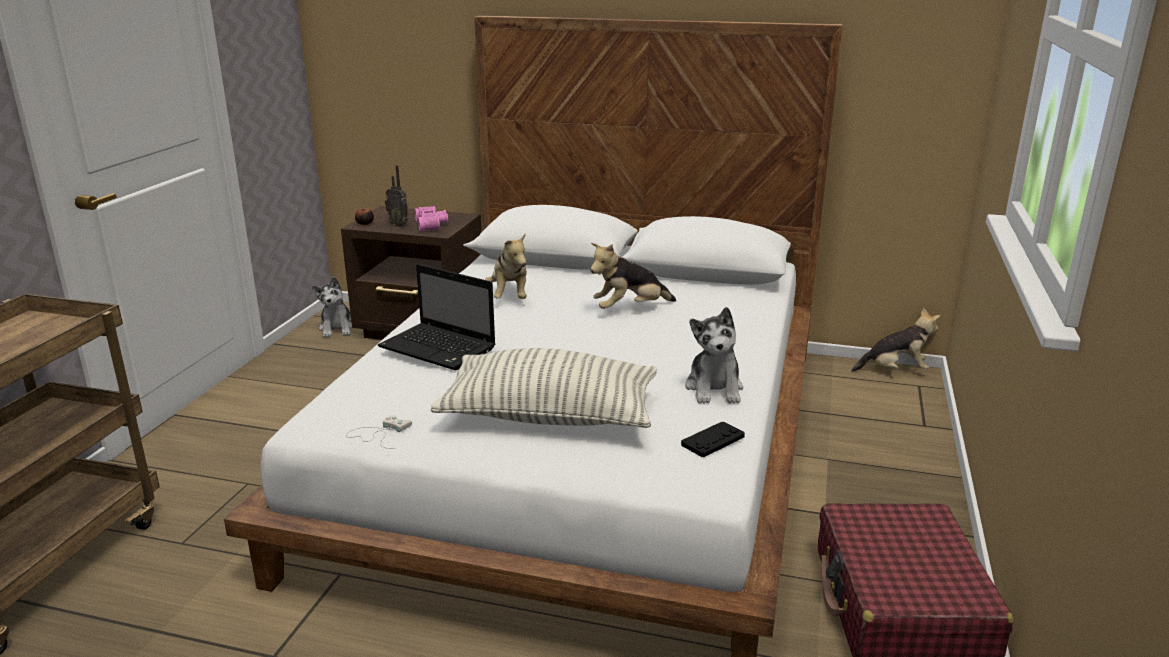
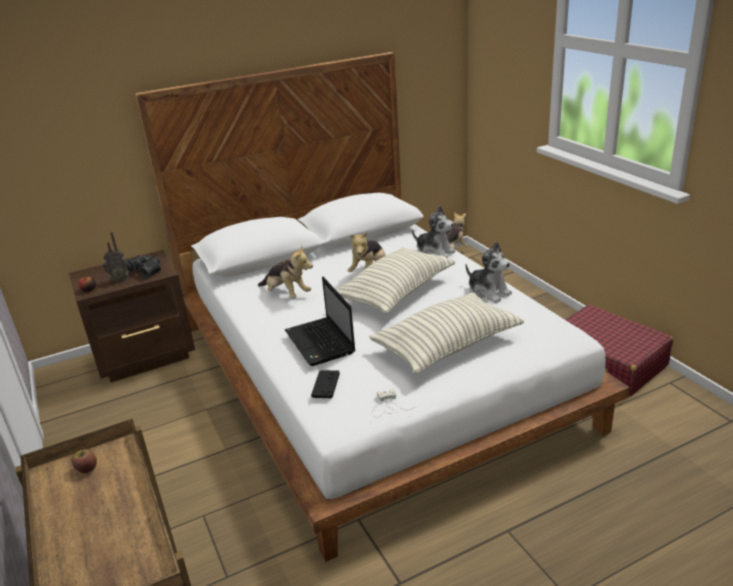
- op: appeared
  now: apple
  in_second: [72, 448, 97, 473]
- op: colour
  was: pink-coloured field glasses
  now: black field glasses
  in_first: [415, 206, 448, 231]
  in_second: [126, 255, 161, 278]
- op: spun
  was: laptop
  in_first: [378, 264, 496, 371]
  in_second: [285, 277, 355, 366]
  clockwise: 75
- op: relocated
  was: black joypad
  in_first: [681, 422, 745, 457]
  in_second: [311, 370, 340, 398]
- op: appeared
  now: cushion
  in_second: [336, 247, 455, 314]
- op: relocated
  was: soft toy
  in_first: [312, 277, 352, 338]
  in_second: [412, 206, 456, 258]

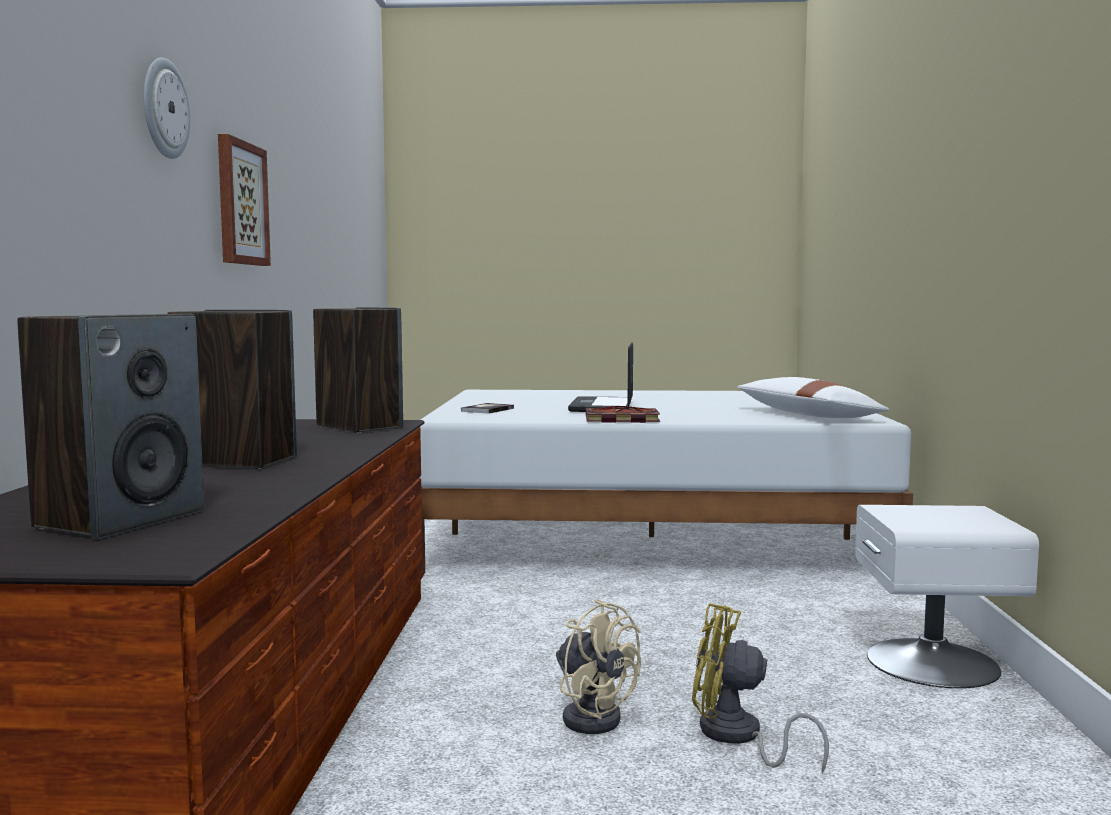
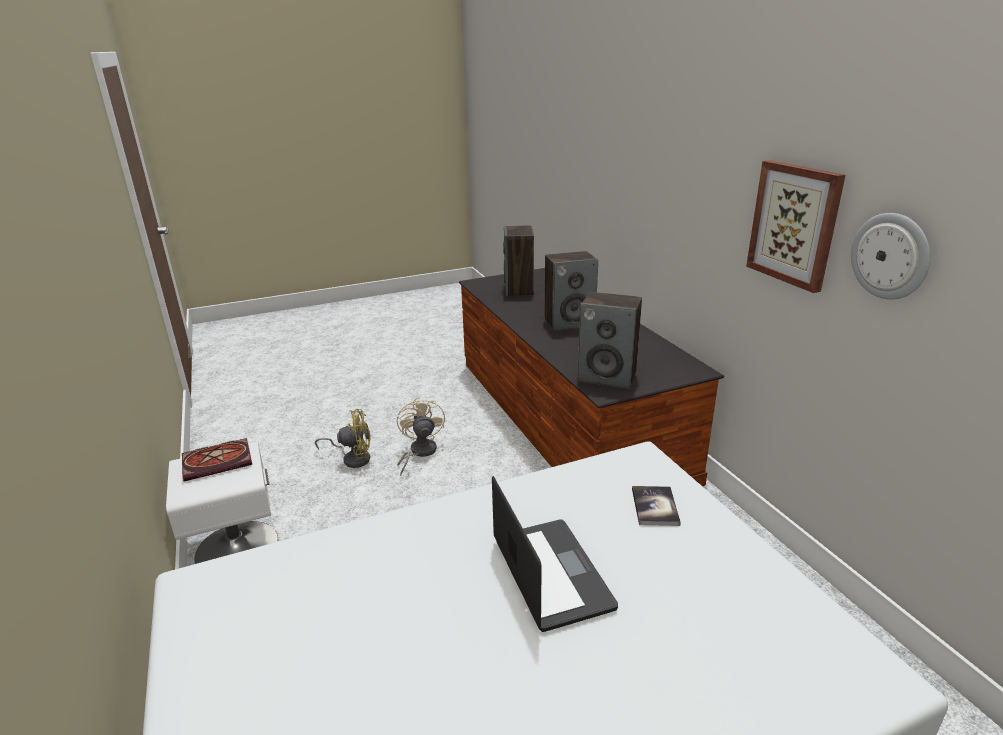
- op: relocated
  was: book
  in_first: [586, 406, 660, 423]
  in_second: [182, 438, 252, 481]
- op: spun
  was: beige-coloured electric fan
  in_first: [556, 599, 641, 734]
  in_second: [397, 397, 445, 476]
  clockwise: 60
- op: relocated
  was: wall clock
  in_first: [144, 57, 190, 159]
  in_second: [851, 213, 930, 300]
- op: missing
  was: white cushion
  in_first: [737, 377, 889, 418]

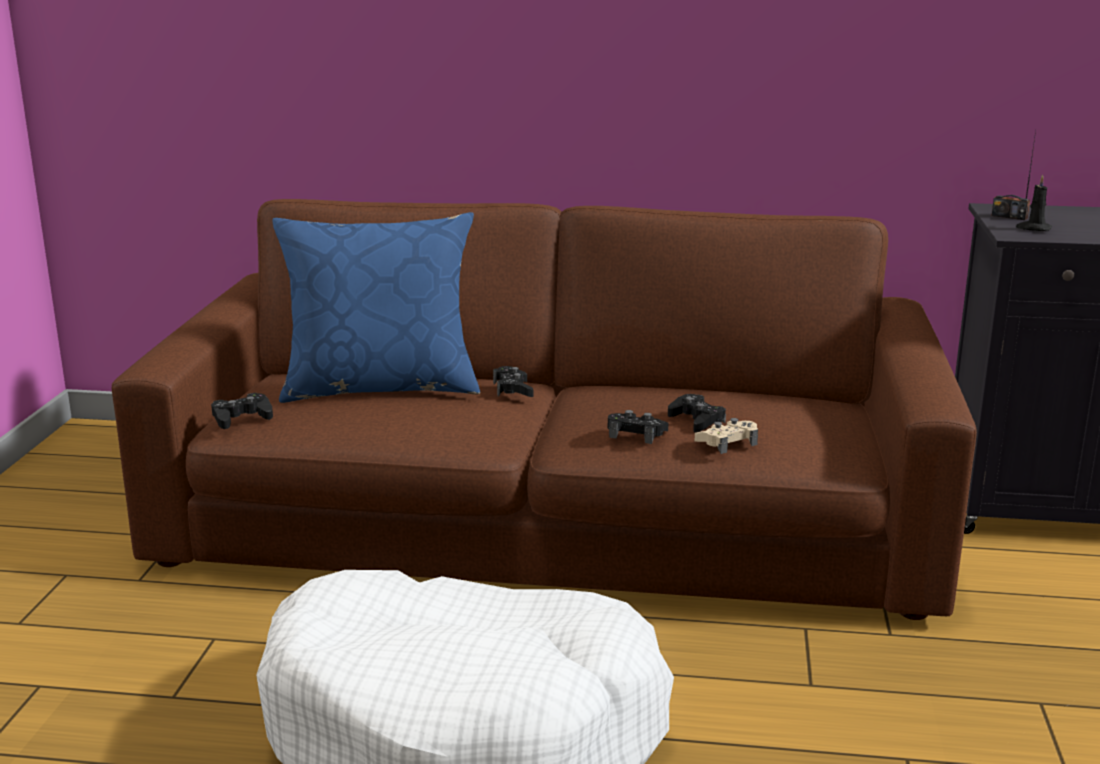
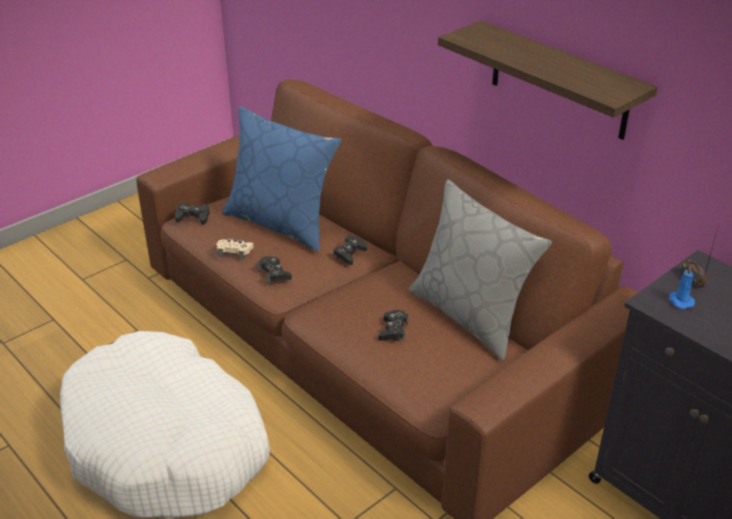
- op: relocated
  was: beige-coloured joypad
  in_first: [695, 418, 758, 454]
  in_second: [217, 238, 254, 259]
- op: relocated
  was: black joypad
  in_first: [607, 410, 668, 444]
  in_second: [258, 256, 292, 284]
- op: appeared
  now: greyish cushion
  in_second: [409, 179, 552, 361]
- op: appeared
  now: shelf
  in_second: [438, 21, 657, 140]
- op: colour
  was: black wax candle
  now: bluish wax candle
  in_first: [1016, 175, 1052, 231]
  in_second: [669, 265, 695, 309]

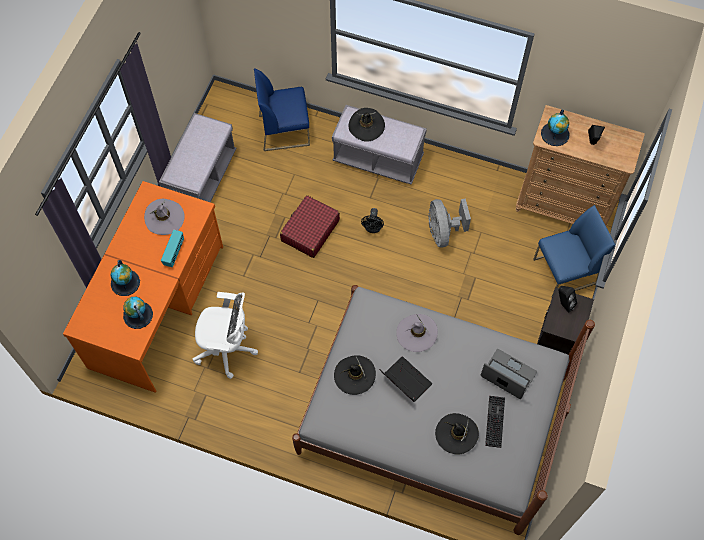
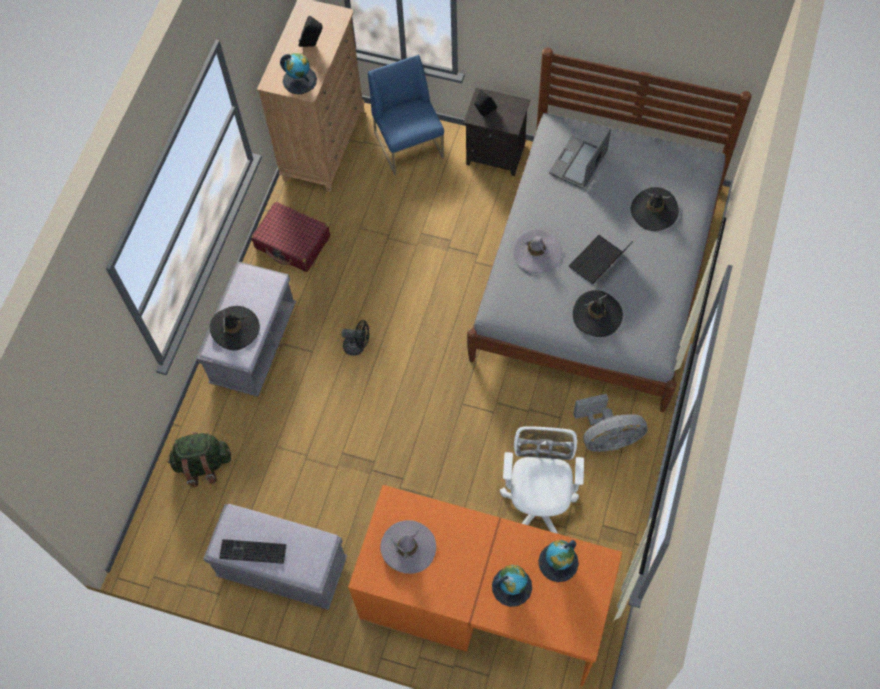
- op: exchanged
  was: bluish chair
  now: green knapsack
  in_first: [254, 68, 310, 151]
  in_second: [168, 432, 231, 487]
- op: relocated
  was: computer keyboard
  in_first: [485, 396, 505, 448]
  in_second: [219, 539, 286, 564]
- op: relocated
  was: red travel case
  in_first: [280, 195, 340, 258]
  in_second: [251, 202, 330, 272]
- op: relocated
  was: greyish electric fan
  in_first: [428, 198, 471, 247]
  in_second: [573, 394, 647, 452]
- op: missing
  was: radio receiver
  in_first: [161, 230, 184, 267]

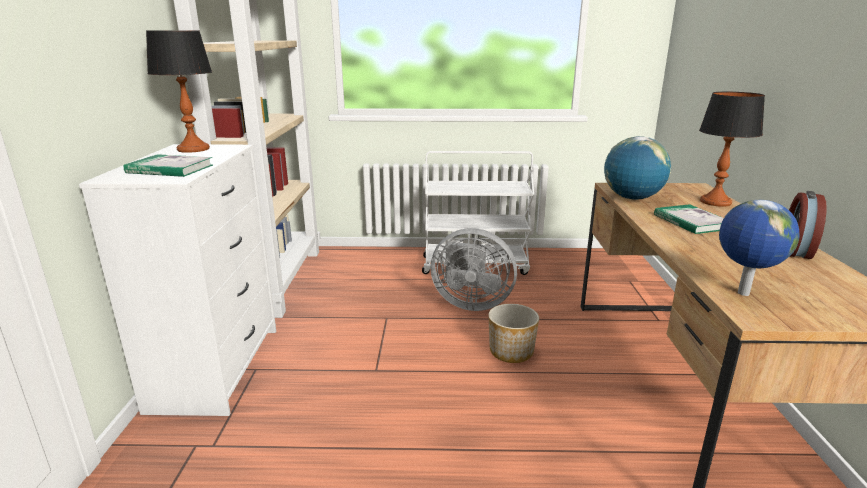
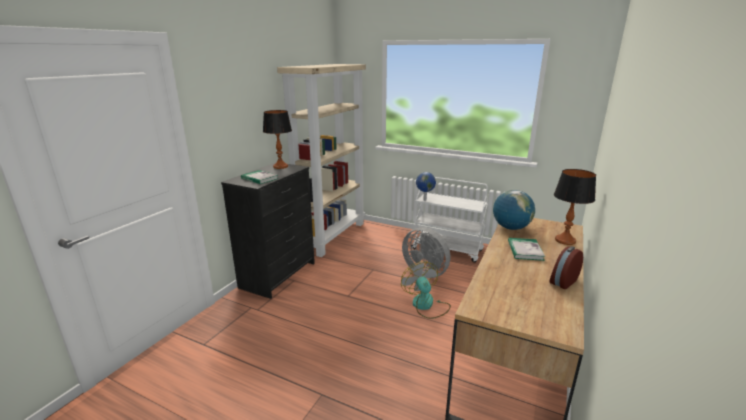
- op: colour
  was: white chest of drawers
  now: black chest of drawers
  in_first: [79, 144, 276, 416]
  in_second: [221, 162, 315, 299]
- op: exchanged
  was: flower pot
  now: electric fan
  in_first: [488, 304, 539, 363]
  in_second: [401, 261, 451, 319]
- op: relocated
  was: desk globe
  in_first: [719, 200, 799, 296]
  in_second: [416, 172, 436, 201]

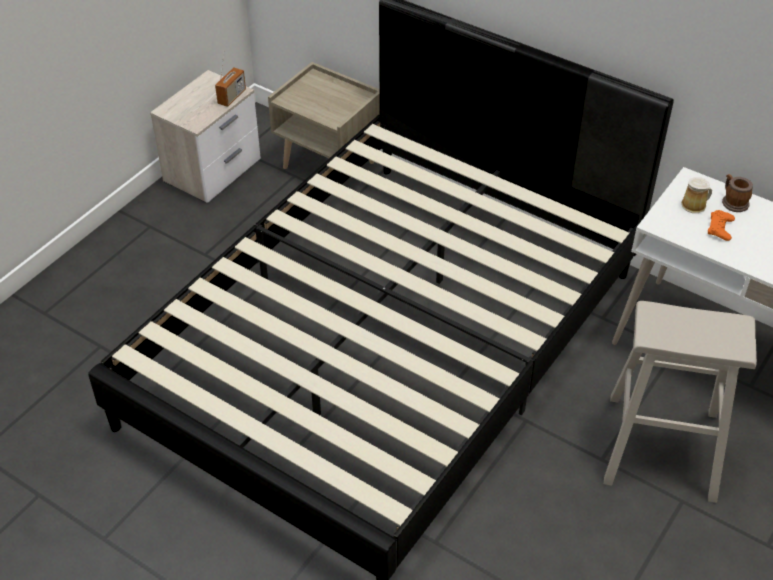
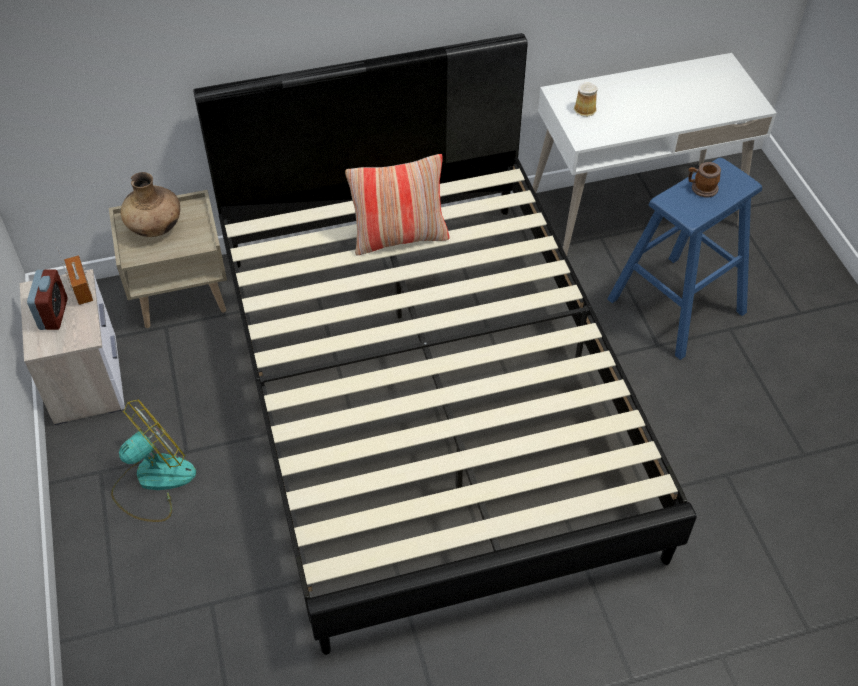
- op: appeared
  now: table clock
  in_second: [27, 270, 68, 330]
- op: appeared
  now: electric fan
  in_second: [111, 400, 196, 522]
- op: appeared
  now: brown vase
  in_second: [120, 172, 180, 237]
- op: appeared
  now: cushion
  in_second: [345, 154, 450, 255]
- op: colour
  was: beige-coloured stool seat
  now: bluish stool seat
  in_first: [604, 301, 757, 503]
  in_second: [608, 158, 762, 360]
- op: relocated
  was: coffee mug
  in_first: [722, 174, 753, 212]
  in_second: [688, 162, 721, 197]
- op: missing
  was: orangey joypad
  in_first: [708, 210, 735, 241]

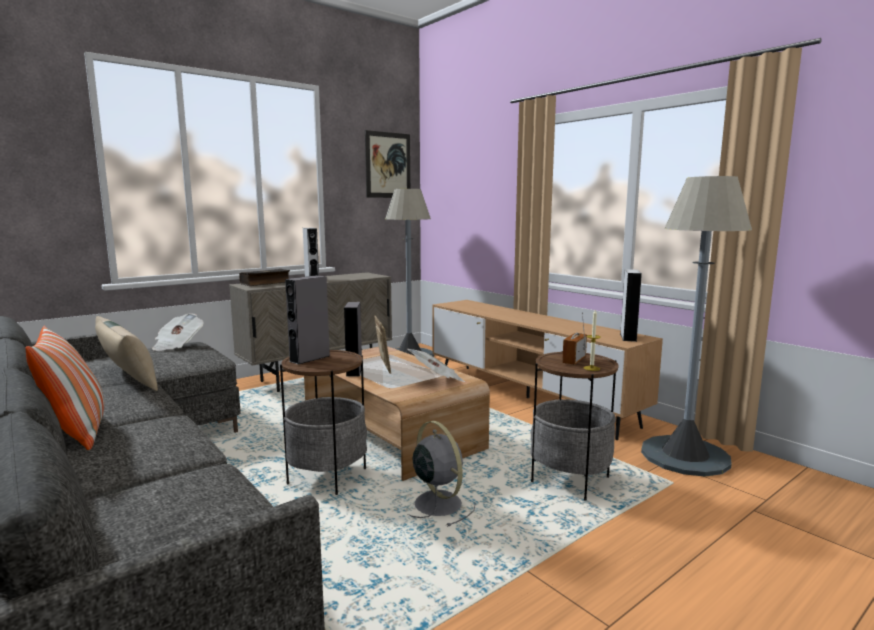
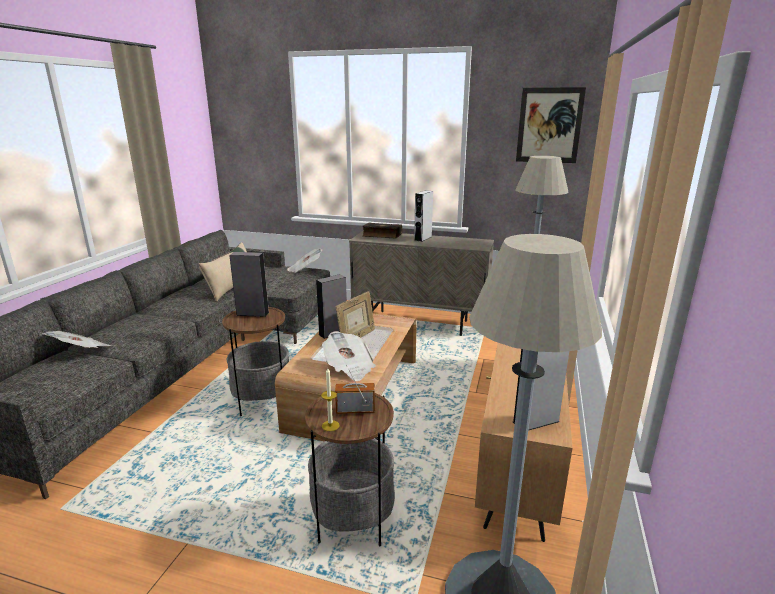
- op: appeared
  now: newspaper
  in_second: [42, 331, 111, 348]
- op: missing
  was: cushion
  in_first: [25, 325, 104, 450]
- op: missing
  was: greyish electric fan
  in_first: [407, 421, 476, 527]

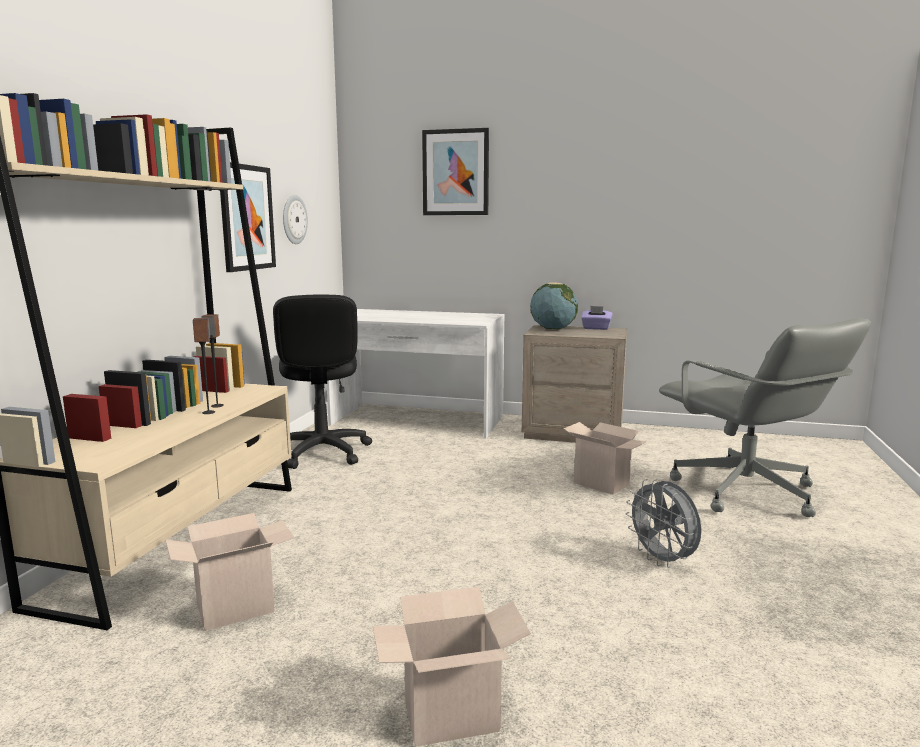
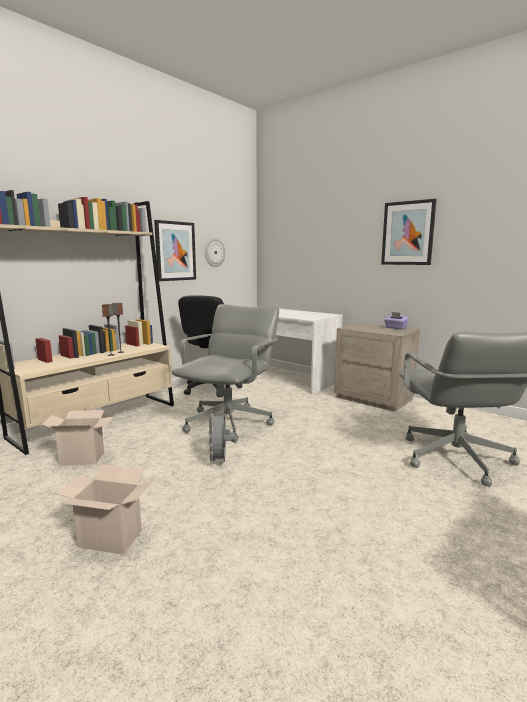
- op: appeared
  now: greyish desk chair
  in_second: [171, 304, 279, 442]
- op: relocated
  was: greyish electric fan
  in_first: [626, 479, 702, 568]
  in_second: [208, 410, 235, 465]
- op: relocated
  was: wall art
  in_first: [422, 128, 489, 215]
  in_second: [381, 199, 437, 265]
- op: missing
  was: desk globe
  in_first: [530, 282, 578, 330]
- op: missing
  was: cardboard box
  in_first: [563, 422, 647, 495]

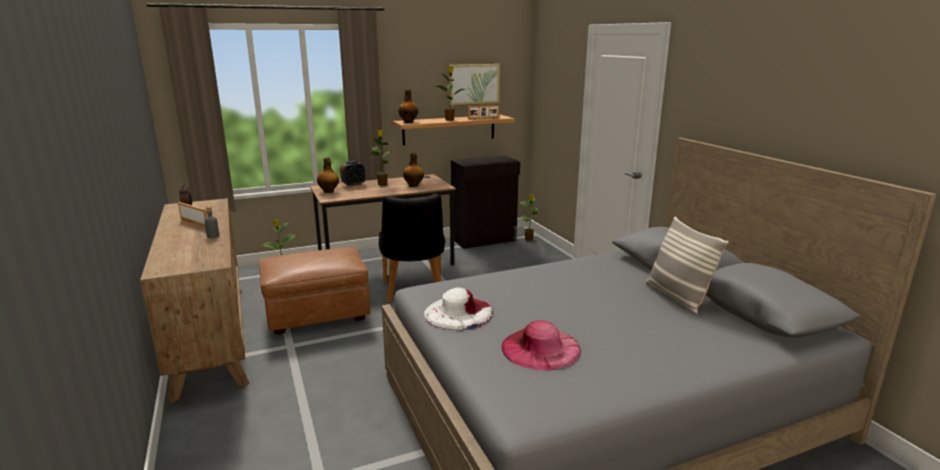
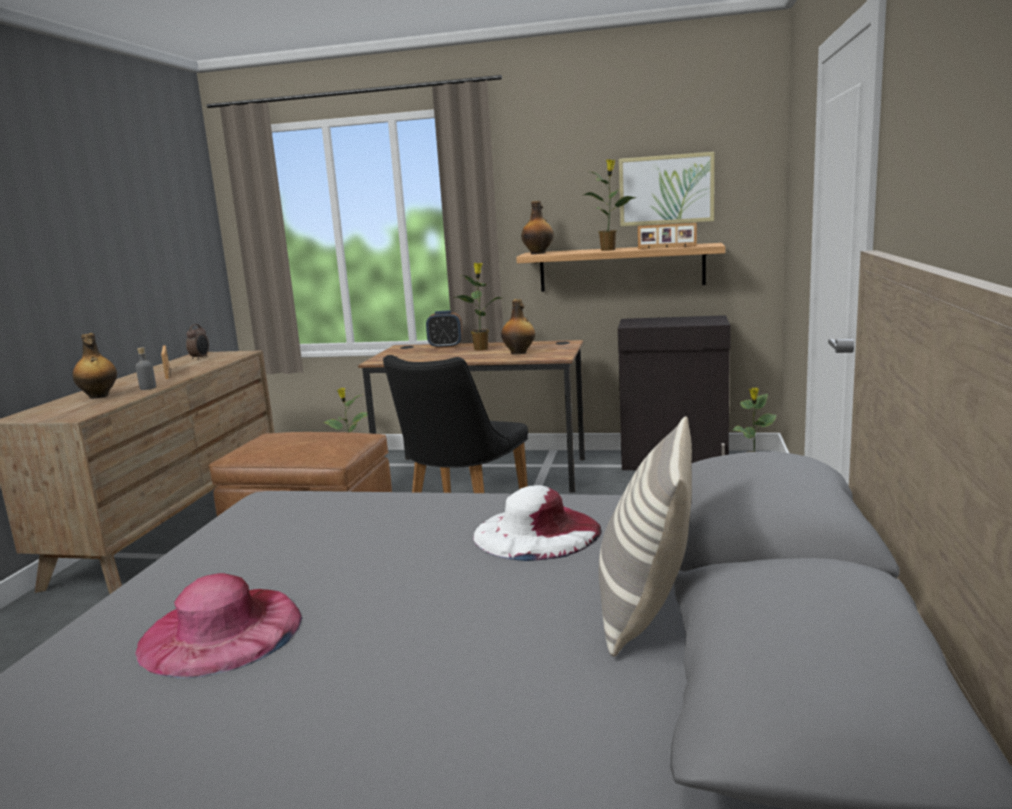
- op: relocated
  was: bottle
  in_first: [317, 157, 339, 193]
  in_second: [73, 333, 117, 399]
- op: relocated
  was: white hat
  in_first: [424, 287, 493, 330]
  in_second: [473, 485, 602, 561]

